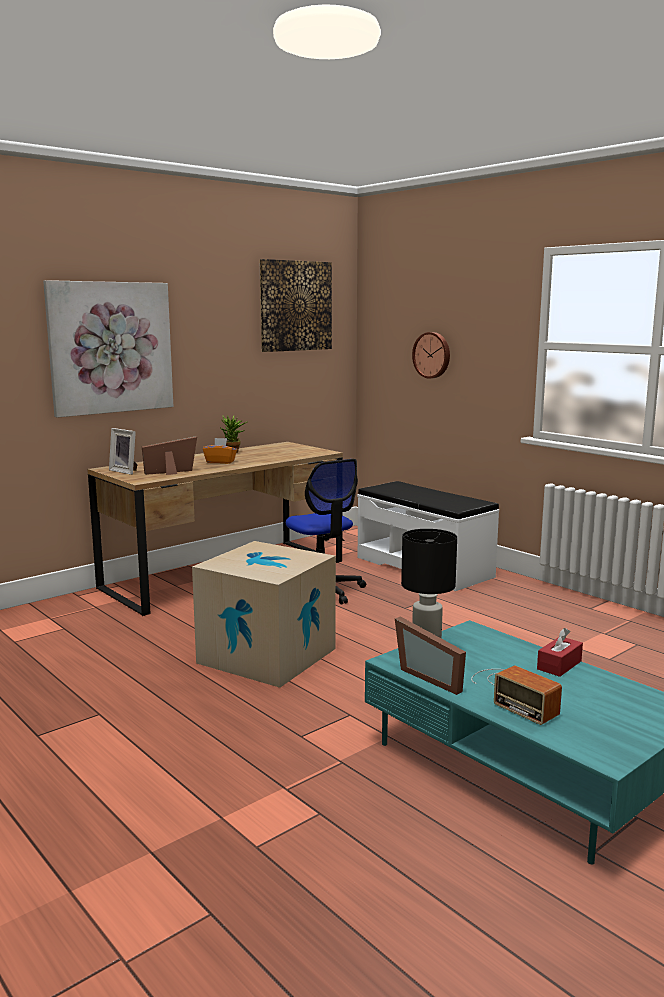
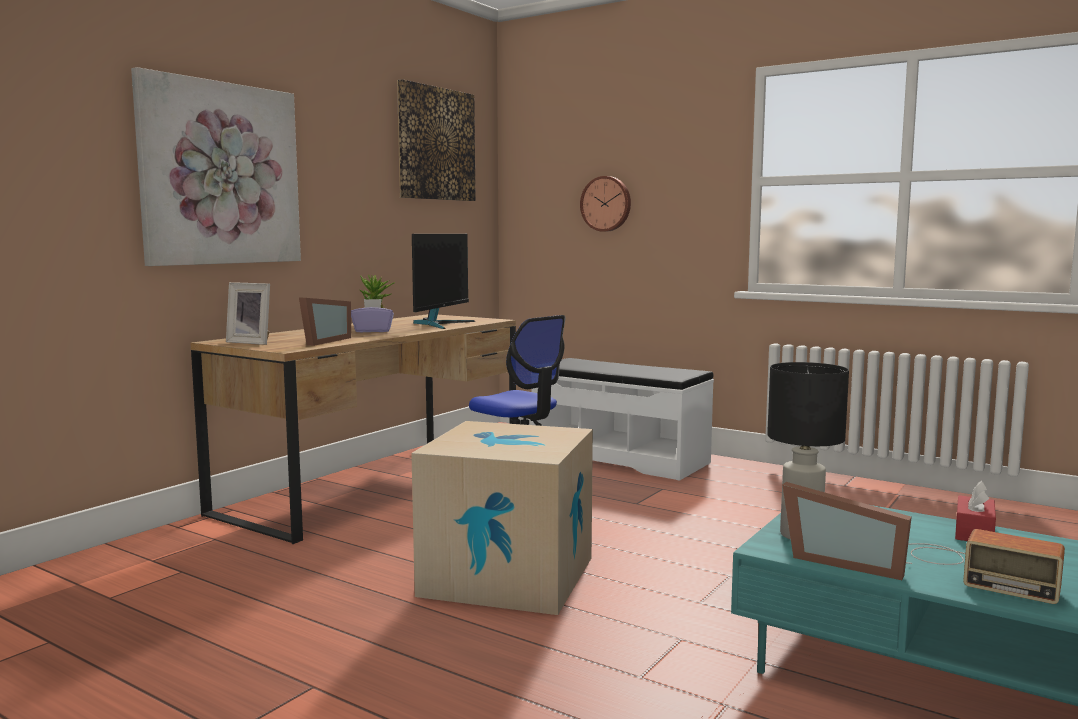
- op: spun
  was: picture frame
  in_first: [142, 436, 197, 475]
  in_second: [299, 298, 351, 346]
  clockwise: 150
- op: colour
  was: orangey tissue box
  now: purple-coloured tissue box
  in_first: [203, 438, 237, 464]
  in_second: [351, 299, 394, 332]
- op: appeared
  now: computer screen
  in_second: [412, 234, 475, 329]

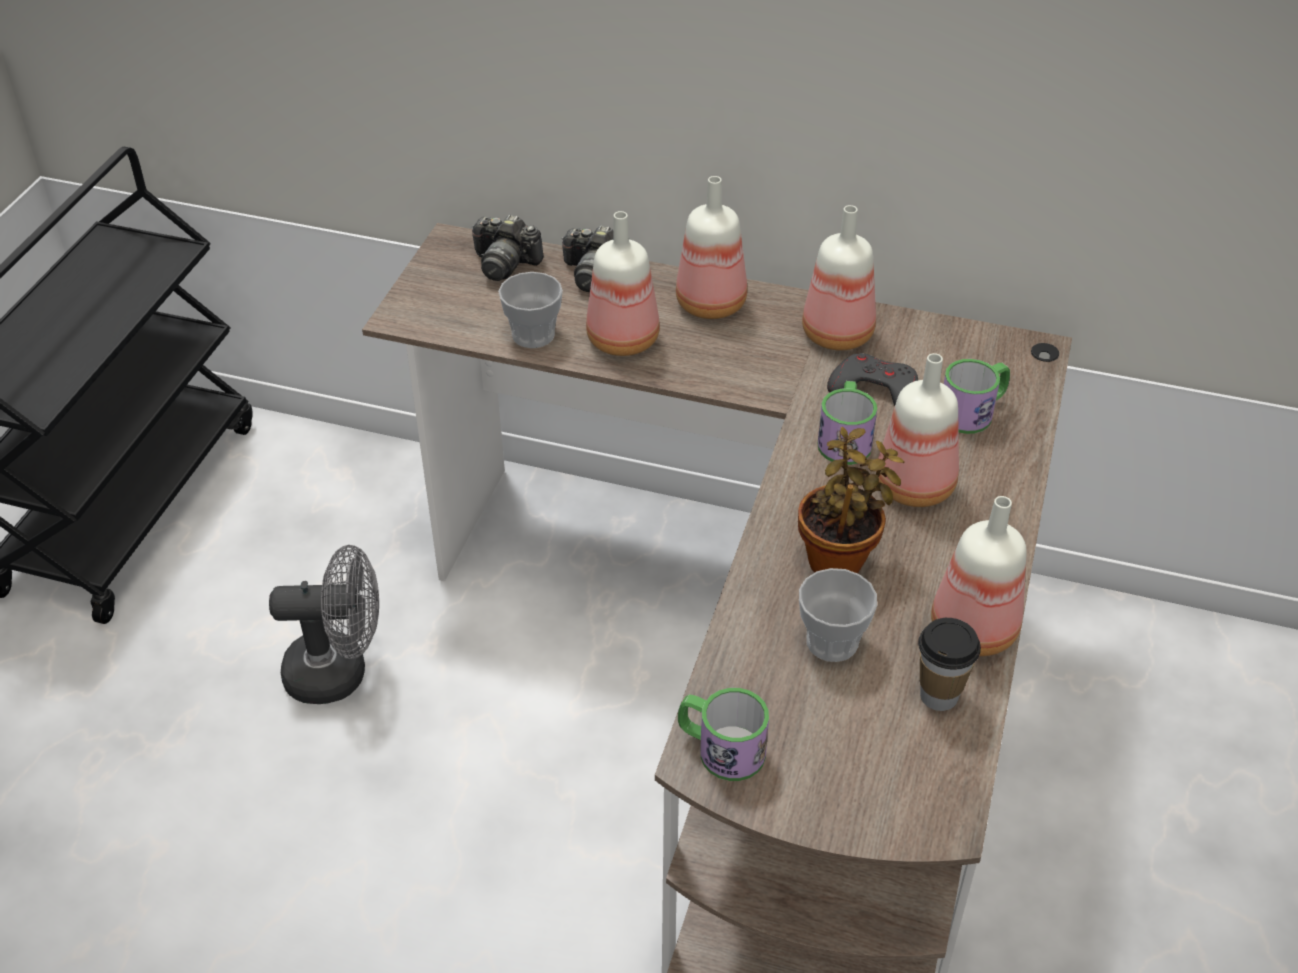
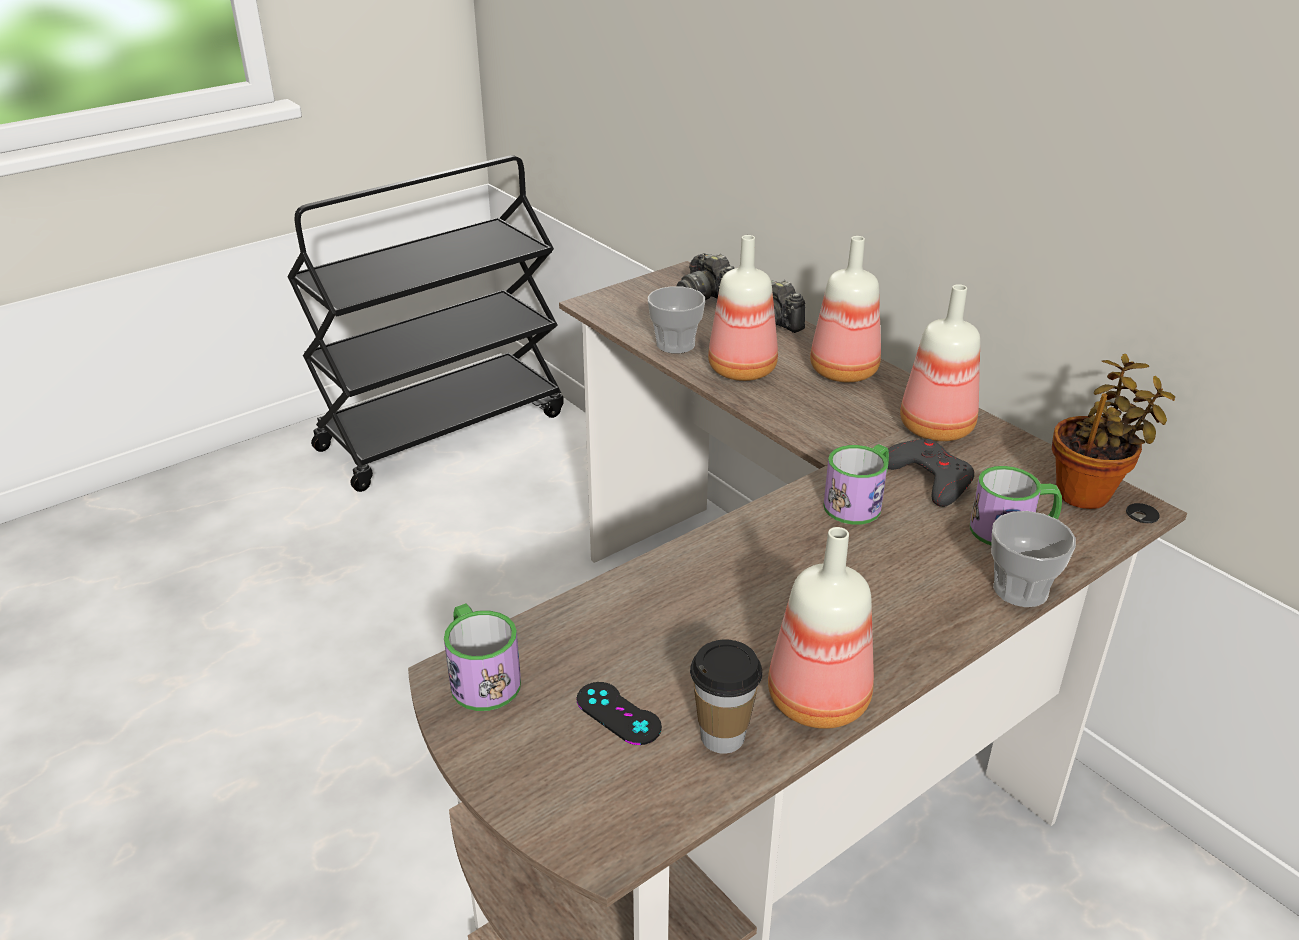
- op: appeared
  now: black joypad
  in_second: [577, 682, 662, 745]
- op: relocated
  was: small cup
  in_first: [799, 568, 877, 662]
  in_second: [991, 511, 1076, 607]
- op: relocated
  was: houseplant
  in_first: [798, 427, 905, 574]
  in_second: [1052, 354, 1175, 509]
- op: missing
  was: greyish electric fan
  in_first: [269, 545, 379, 704]
- op: missing
  was: bottle
  in_first: [876, 353, 959, 507]

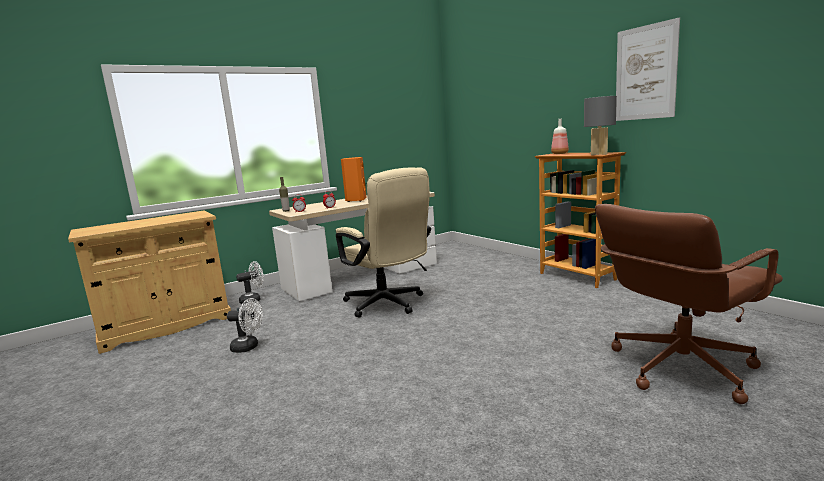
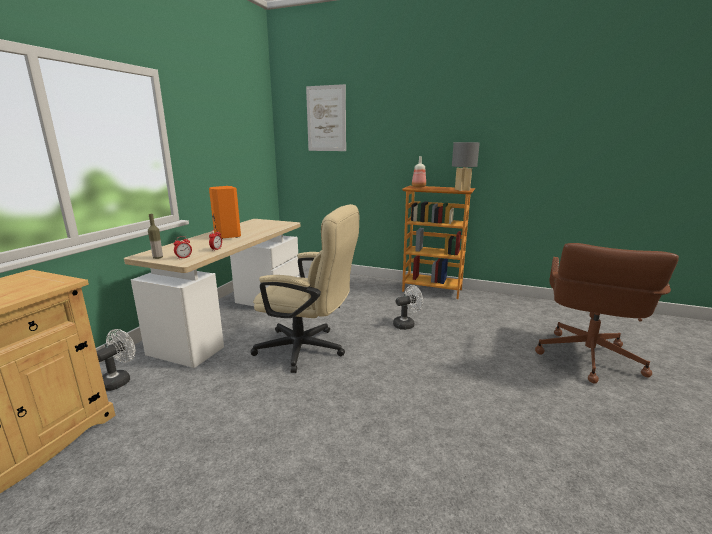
- op: relocated
  was: wall art
  in_first: [616, 17, 680, 121]
  in_second: [306, 84, 346, 151]
- op: relocated
  was: white electric fan
  in_first: [227, 298, 263, 353]
  in_second: [393, 285, 423, 330]

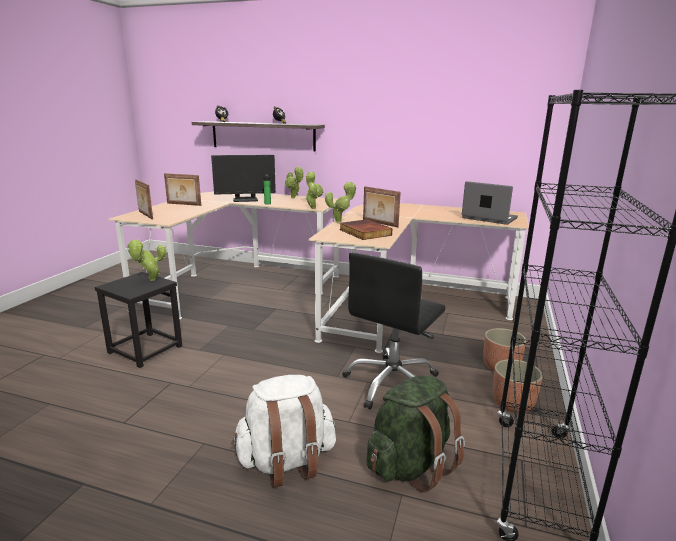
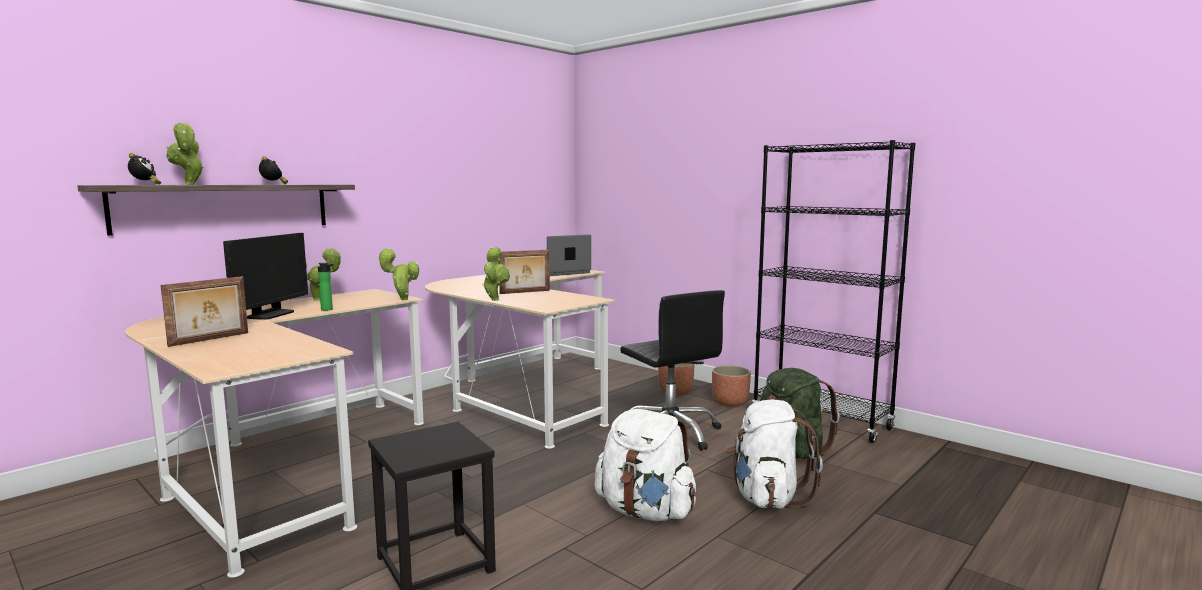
- op: relocated
  was: houseplant
  in_first: [127, 240, 166, 281]
  in_second: [166, 123, 204, 185]
- op: appeared
  now: white knapsack
  in_second: [595, 409, 697, 521]
- op: missing
  was: picture frame
  in_first: [135, 179, 153, 220]
- op: missing
  was: book
  in_first: [339, 219, 393, 240]

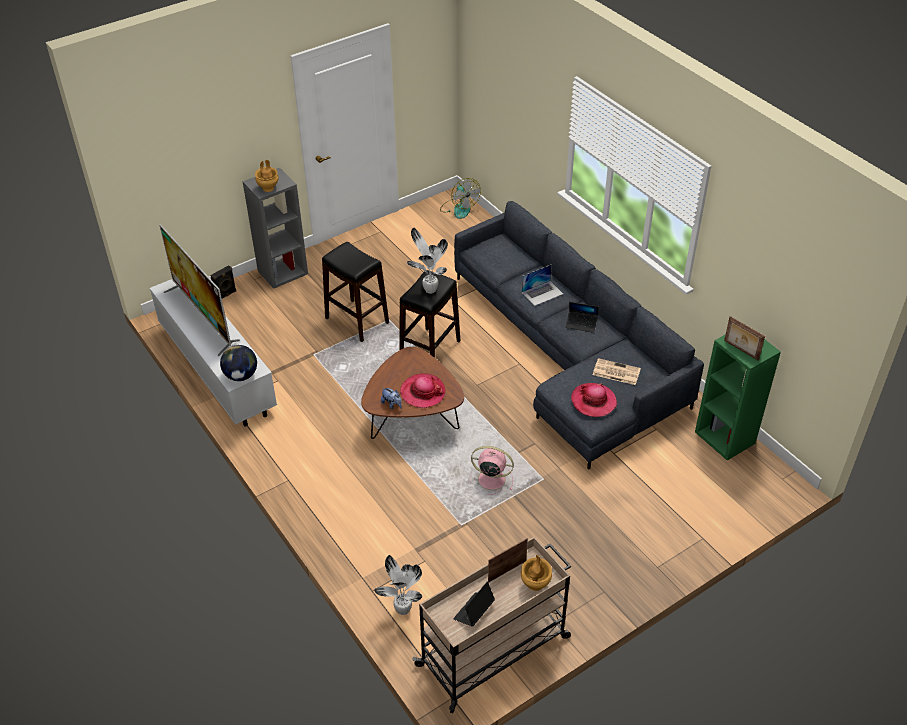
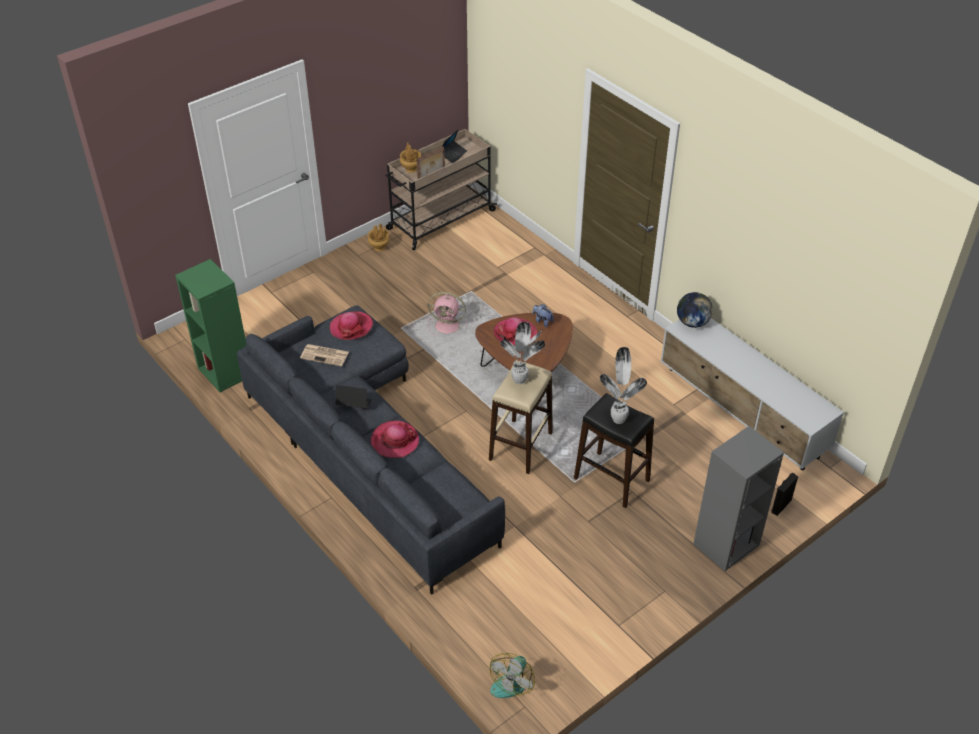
- op: relocated
  was: brown vase
  in_first: [255, 160, 279, 192]
  in_second: [368, 224, 389, 251]
- op: exchanged
  was: laptop
  now: hat
  in_first: [522, 264, 563, 306]
  in_second: [371, 421, 419, 458]
- op: colour
  was: black stool seat
  now: beige-coloured stool seat
  in_first: [399, 270, 460, 358]
  in_second: [489, 361, 553, 474]
- op: spun
  was: electric fan
  in_first: [440, 178, 481, 219]
  in_second: [490, 653, 535, 698]
  clockwise: -120
- op: relocated
  was: houseplant
  in_first: [374, 555, 422, 615]
  in_second: [600, 347, 647, 424]
- op: missing
  was: TV set
  in_first: [159, 224, 240, 356]
- op: missing
  was: picture frame
  in_first: [724, 316, 765, 361]

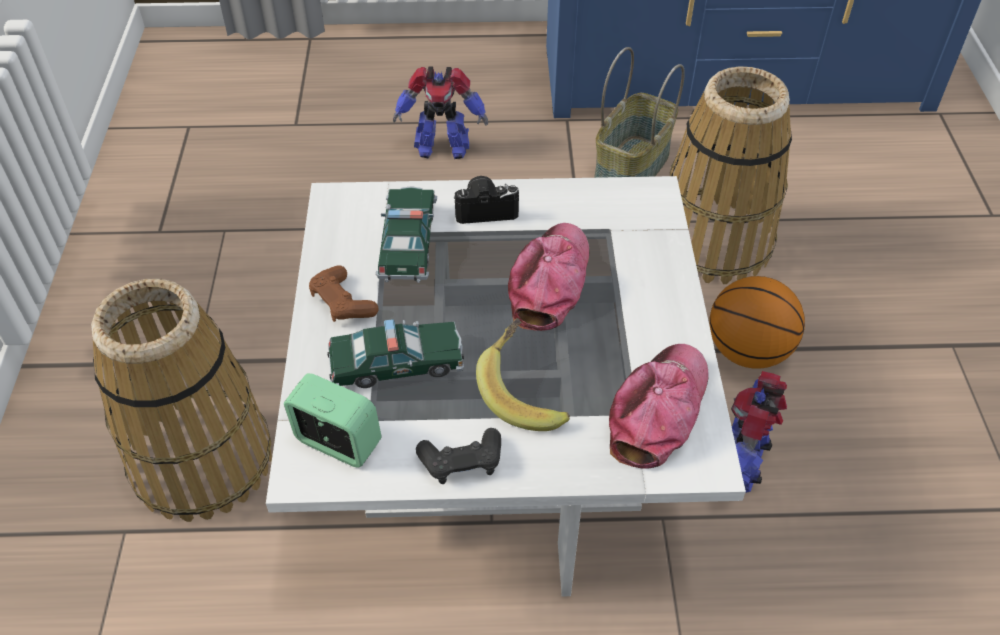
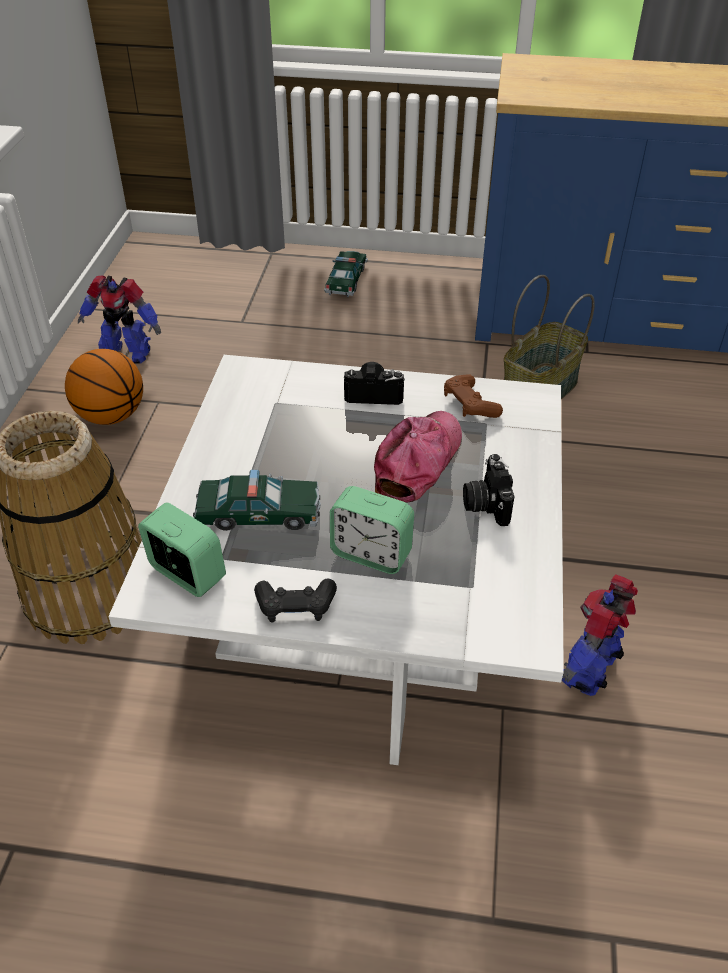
- op: relocated
  was: basketball
  in_first: [709, 276, 805, 369]
  in_second: [65, 349, 143, 425]
- op: relocated
  was: robot figure
  in_first: [393, 67, 488, 159]
  in_second: [78, 275, 161, 364]
- op: relocated
  was: model car
  in_first: [376, 186, 437, 283]
  in_second: [324, 251, 368, 297]
- op: exchanged
  was: banana fruit
  now: table clock
  in_first: [476, 318, 570, 431]
  in_second: [330, 486, 414, 574]
- op: relocated
  was: brown joypad
  in_first: [309, 265, 379, 322]
  in_second: [444, 374, 503, 418]
- op: appeared
  now: photo camera
  in_second: [463, 454, 514, 526]
- op: missing
  was: baseball cap
  in_first: [609, 344, 708, 469]
- op: missing
  was: household basket
  in_first: [670, 66, 792, 284]

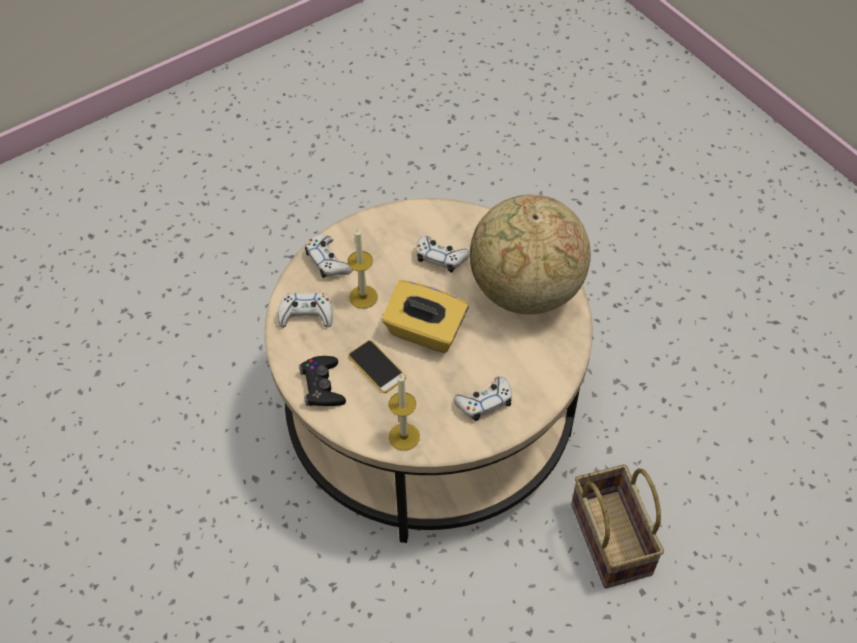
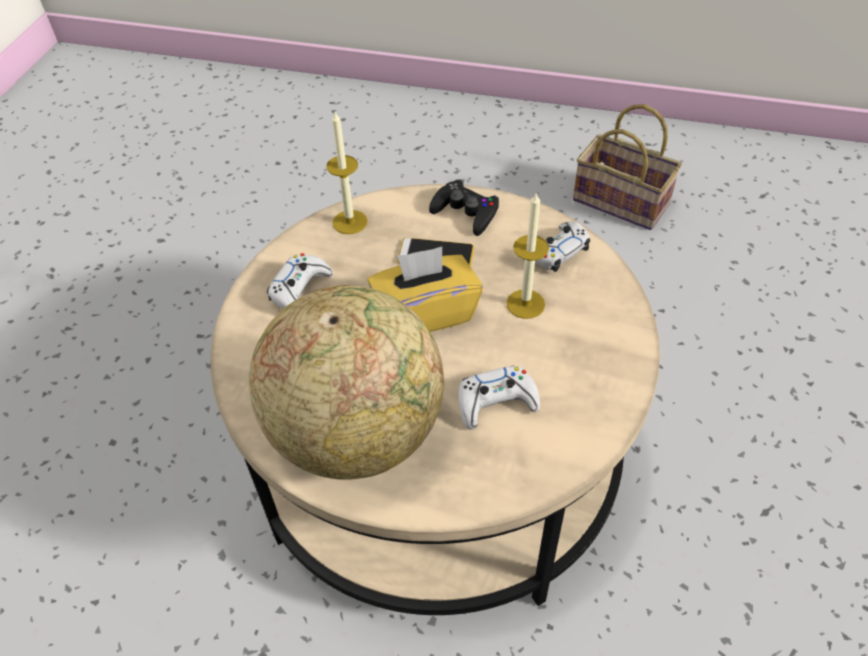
- op: relocated
  was: household basket
  in_first: [571, 465, 664, 588]
  in_second: [573, 104, 682, 230]
- op: missing
  was: white joypad
  in_first: [305, 234, 353, 278]

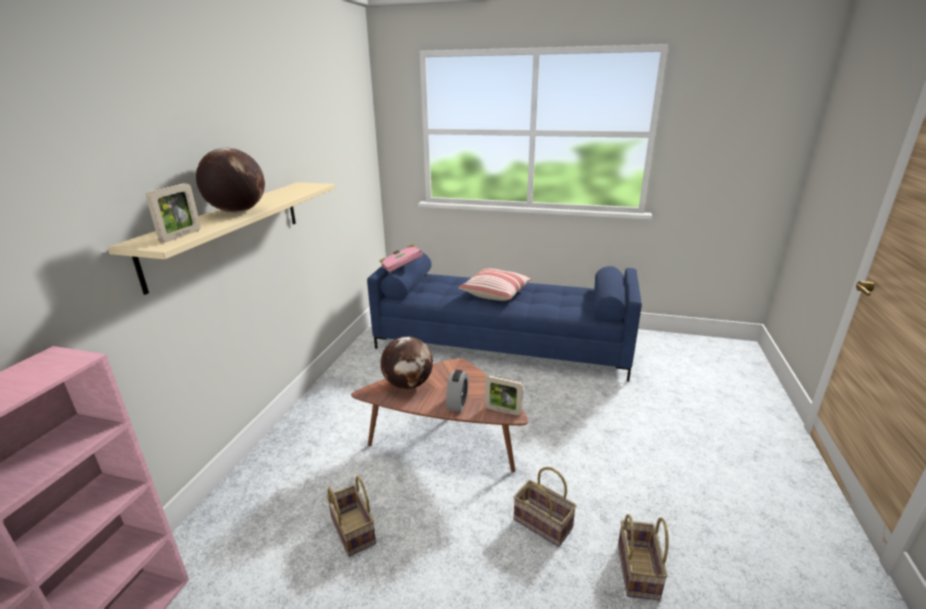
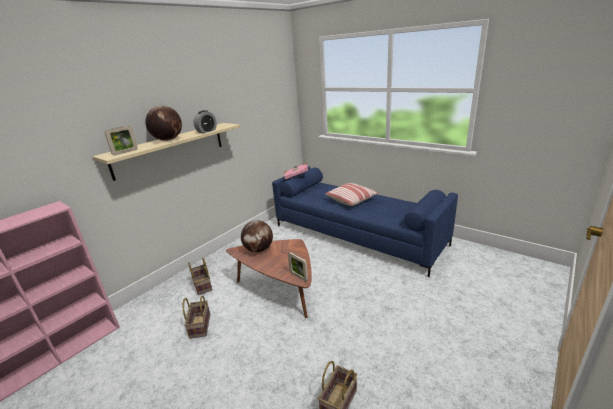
- op: relocated
  was: household basket
  in_first: [514, 467, 577, 547]
  in_second: [188, 257, 212, 295]
- op: relocated
  was: table clock
  in_first: [446, 370, 469, 412]
  in_second: [194, 110, 217, 133]

